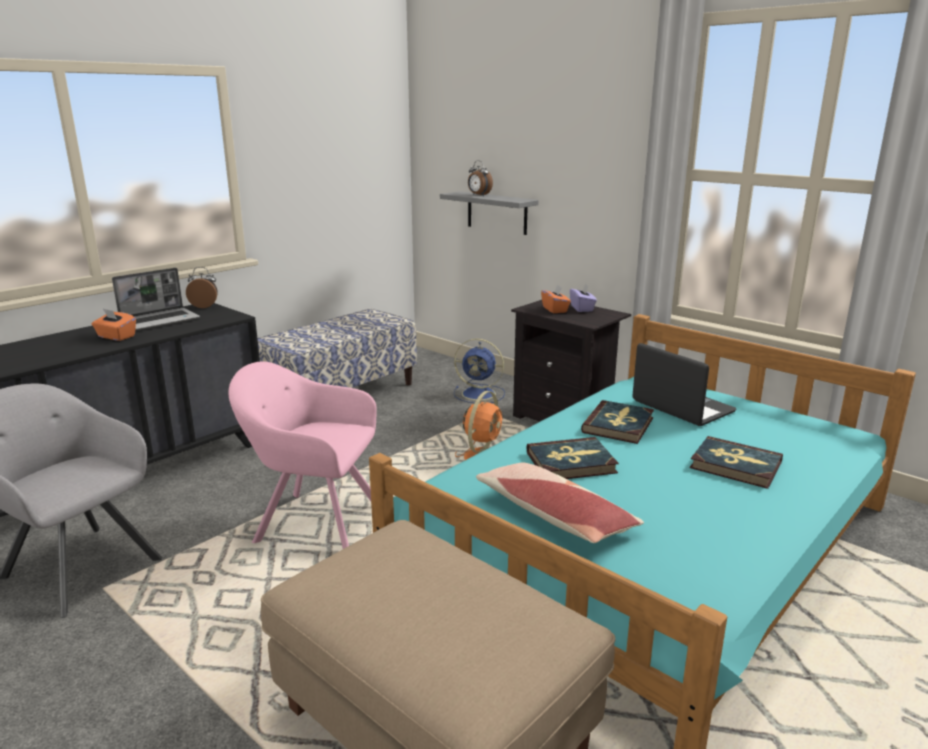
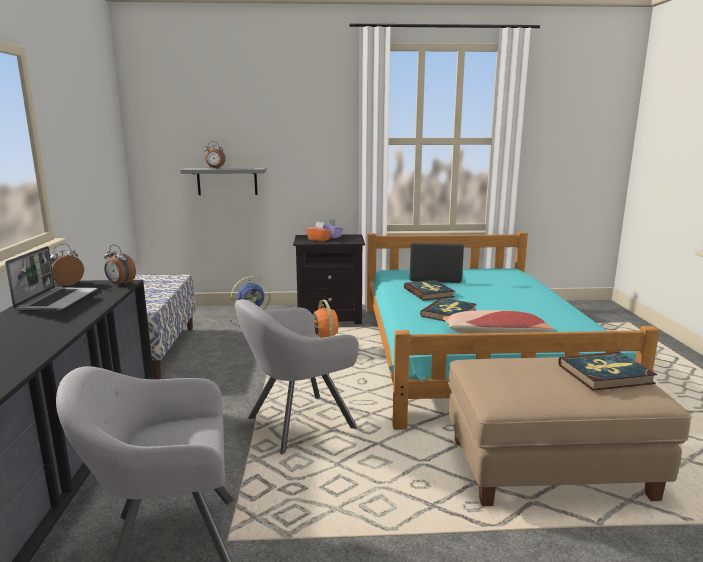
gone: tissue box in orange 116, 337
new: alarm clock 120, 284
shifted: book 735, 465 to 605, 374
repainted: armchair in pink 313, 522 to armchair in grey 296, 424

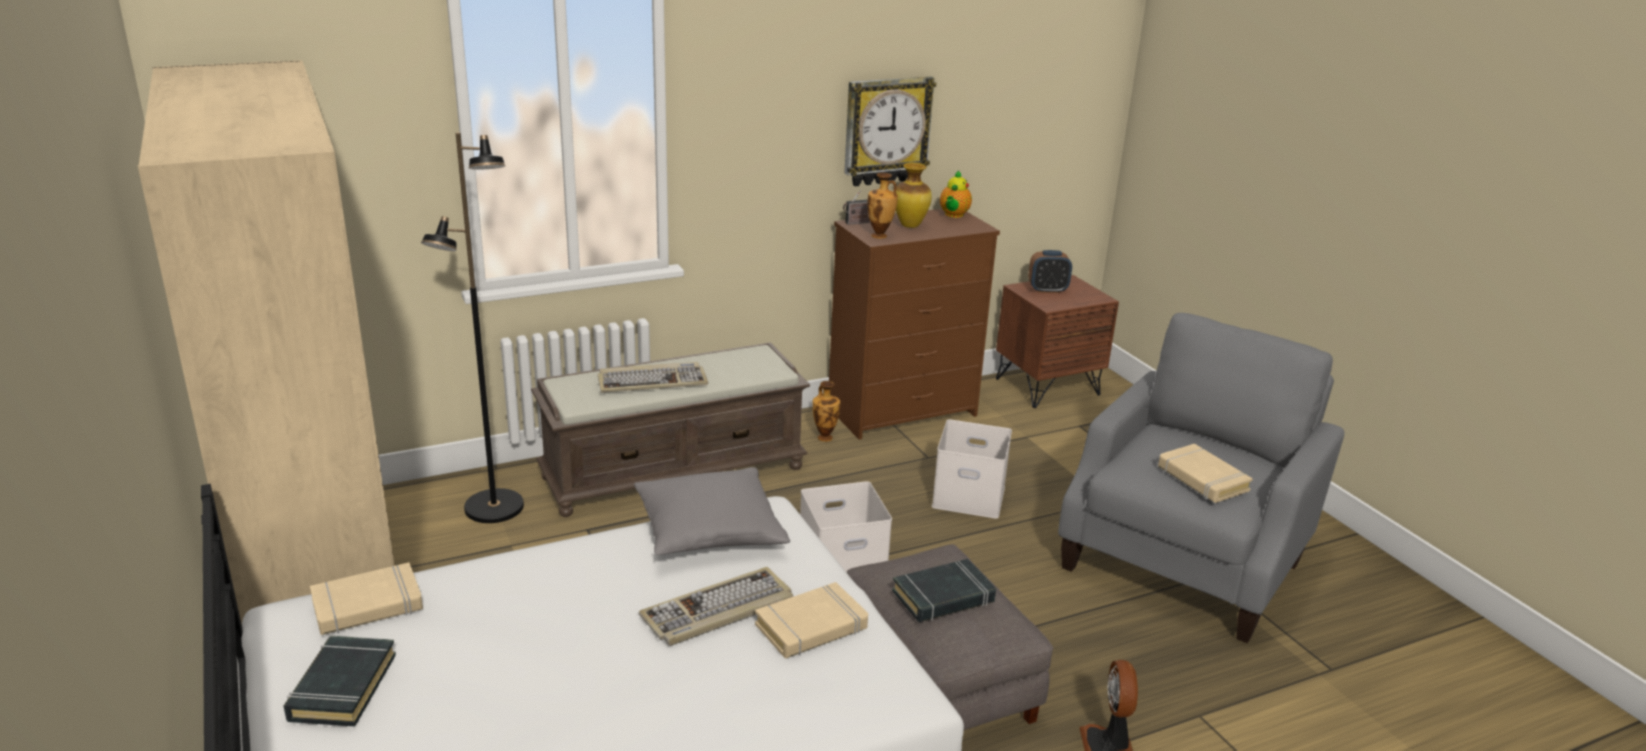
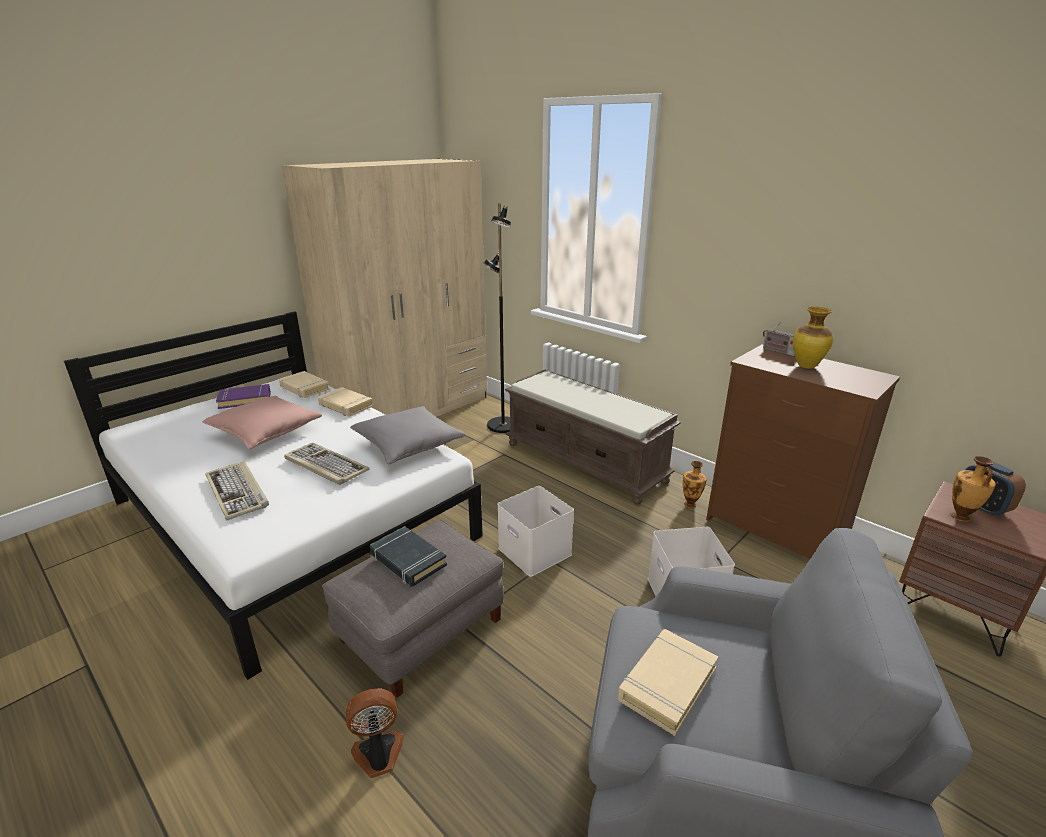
gone: wall clock 886, 131; teapot 953, 215
new: pillow in pink 266, 432
shifted: keyboard 653, 381 to 238, 492; book in beige 811, 627 to 345, 405; vase 880, 236 to 960, 517
repainted: book in black 342, 687 to book in purple 245, 400

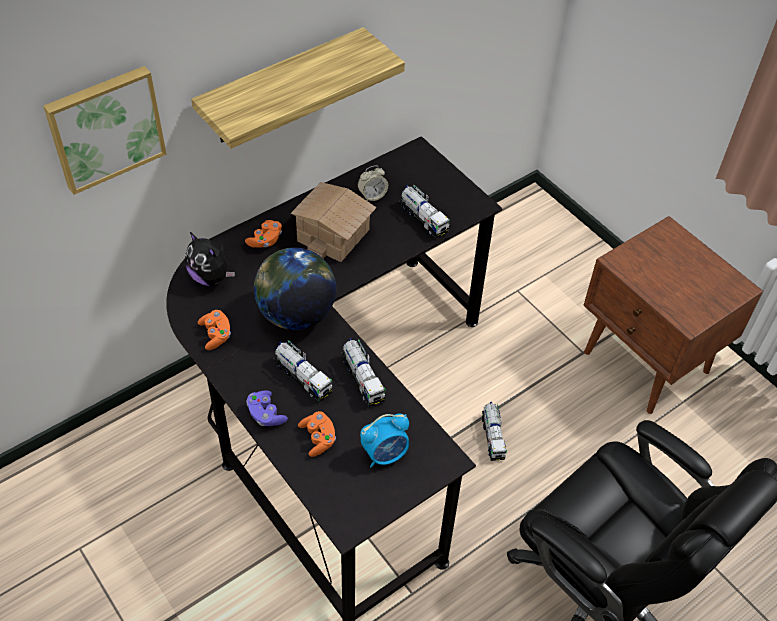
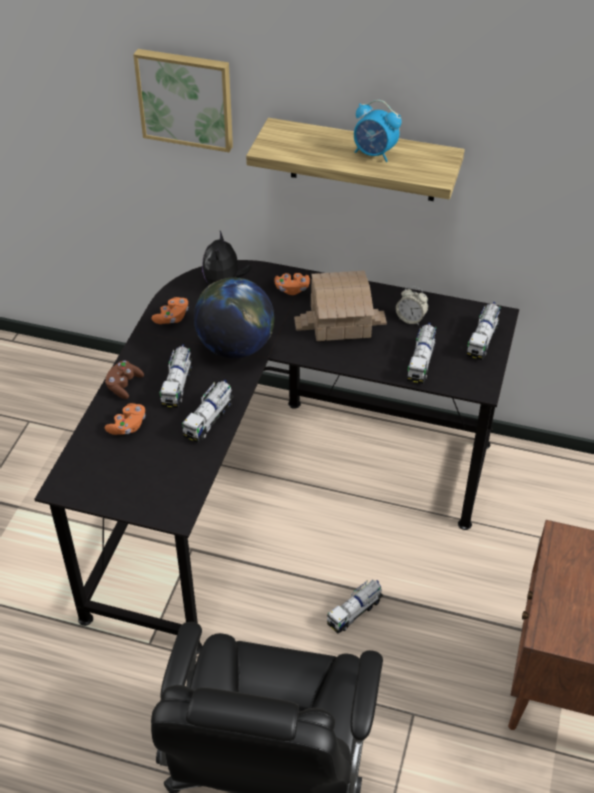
new: toy truck 482, 340
shifted: alarm clock 385, 454 to 374, 154
repainted: game controller in purple 266, 414 to game controller in brown 124, 385

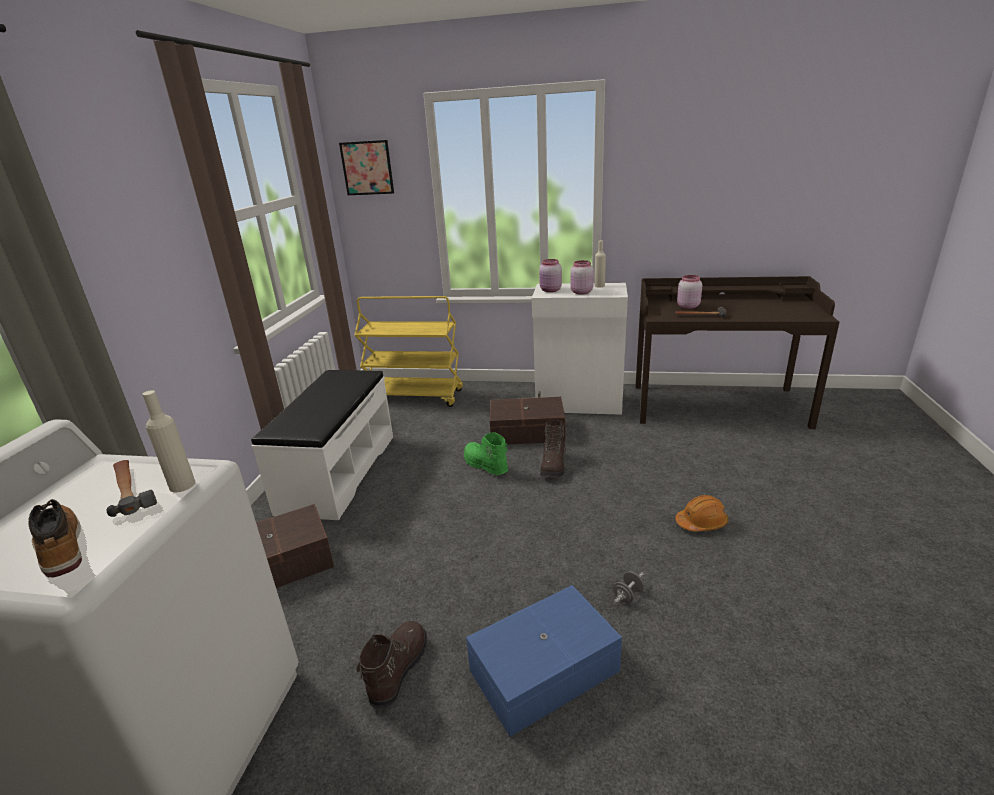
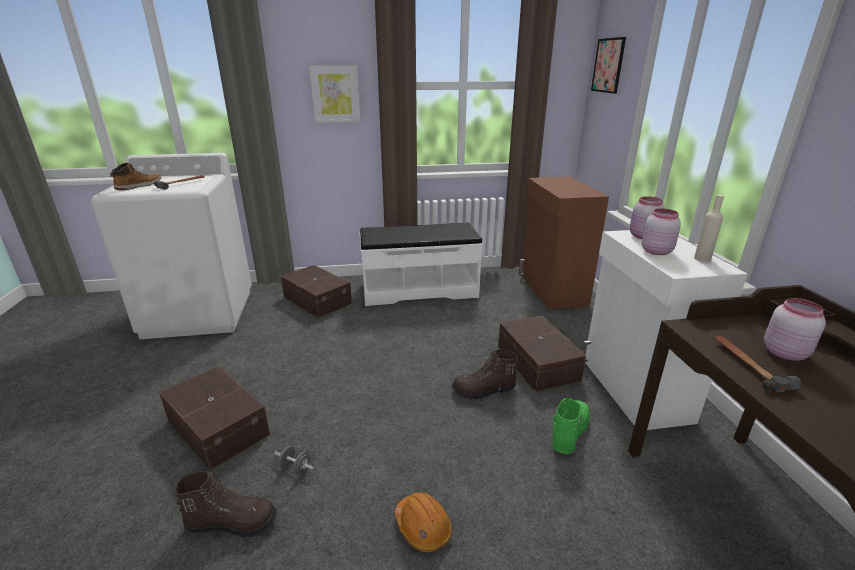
gone: bottle in beige 182, 485
new: picture 335, 94
shifted: boot in brown 397, 669 to 233, 522; boot in green 485, 465 to 568, 432
swapped: cart in yellow 415, 397 to cabinet in brown 552, 290
repainted: storage box in blue 541, 669 to storage box in brown 219, 426

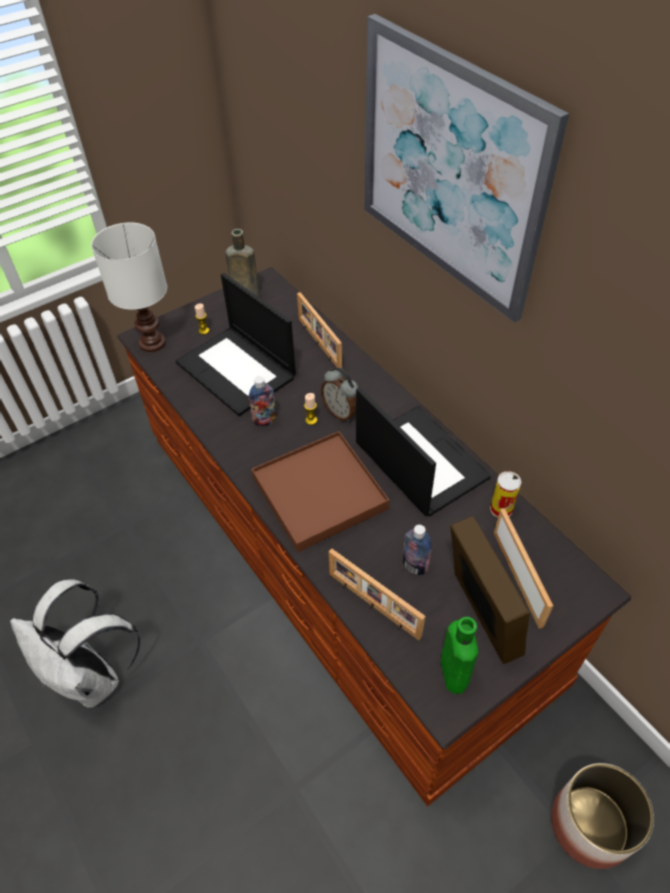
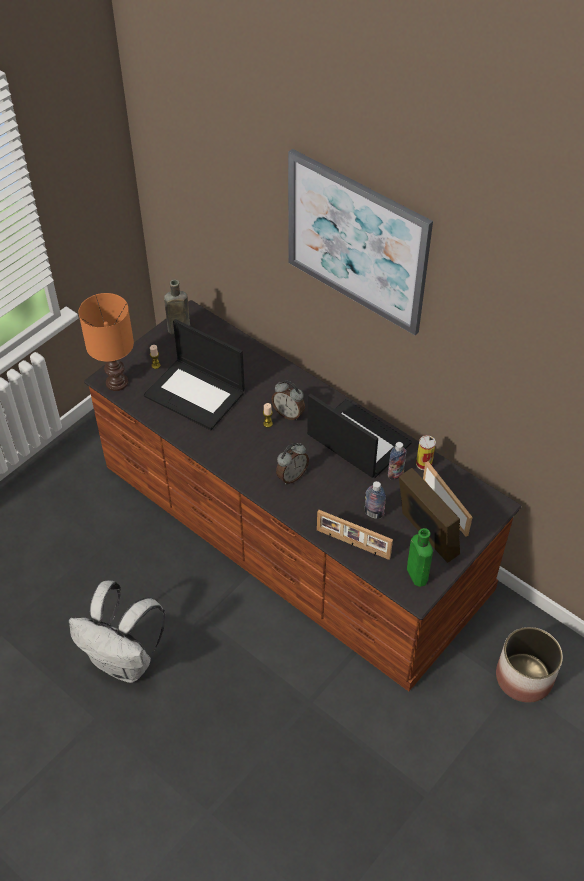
gone: picture frame 318, 343
shifted: bottle 264, 420 to 395, 474
swapped: tray in brown 319, 493 to alarm clock 291, 476
repainted: table lamp in white 153, 343 to table lamp in orange 118, 383

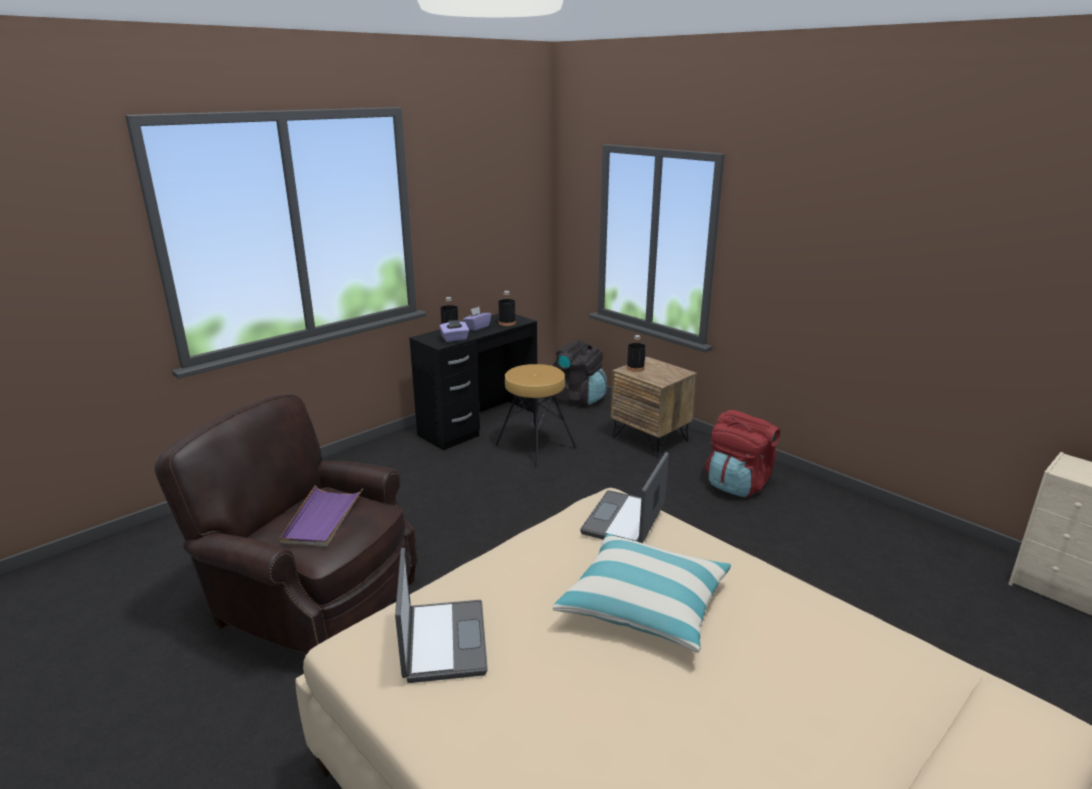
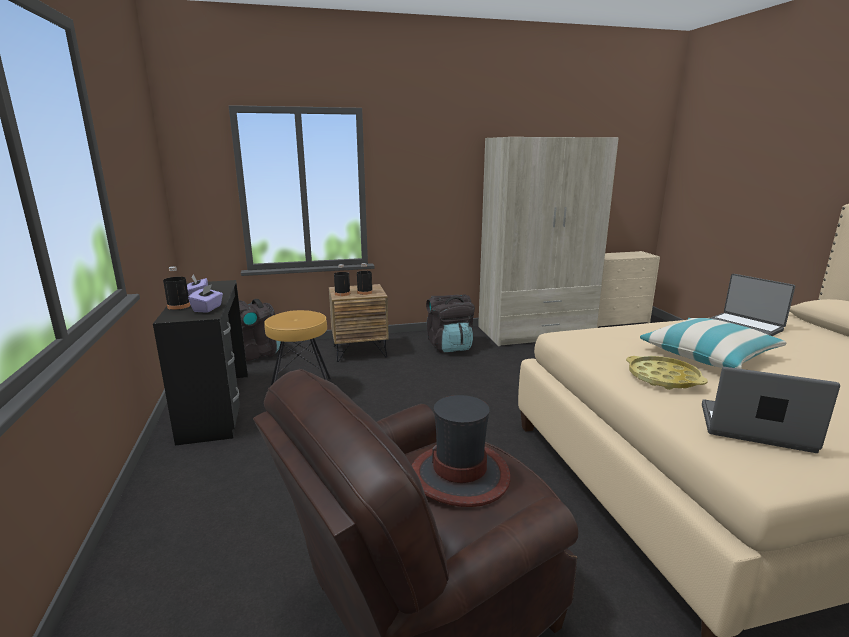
new: wardrobe in beige 536, 332; tray in yellow 663, 378
shifted: bottle in black 507, 323 to 365, 292; laptop 625, 521 to 743, 327
swapped: tray in purple 322, 518 to hat 460, 475
repainted: backpack in red 738, 483 to backpack in black 450, 346

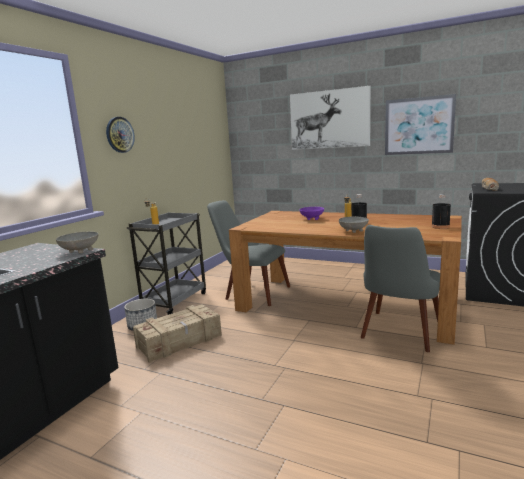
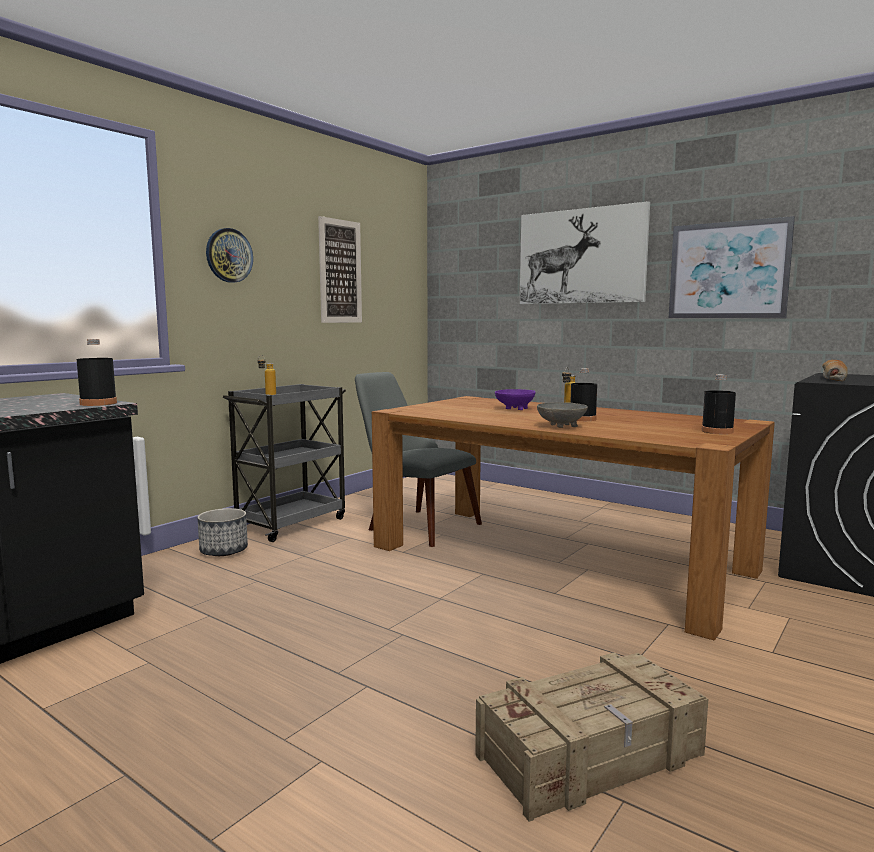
gone: chair in grey 398, 335
new: picture 340, 271
shifted: crate 180, 341 to 592, 755
swapped: bowl in grey 79, 252 to bottle in black 98, 403

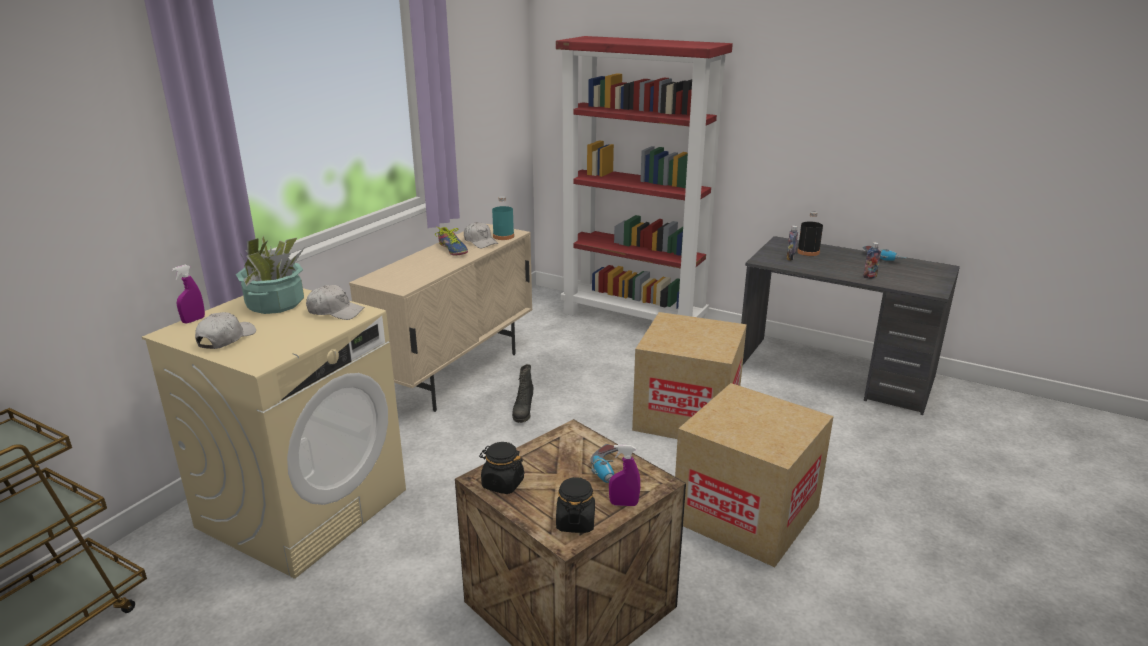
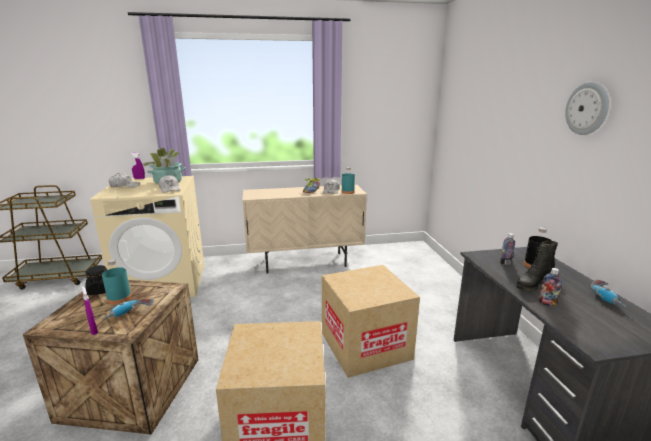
gone: bookcase in red 634, 319; jar in black 575, 522
new: bottle in turquoise 119, 298; wall clock 587, 108
shifted: boot in black 523, 412 to 532, 284

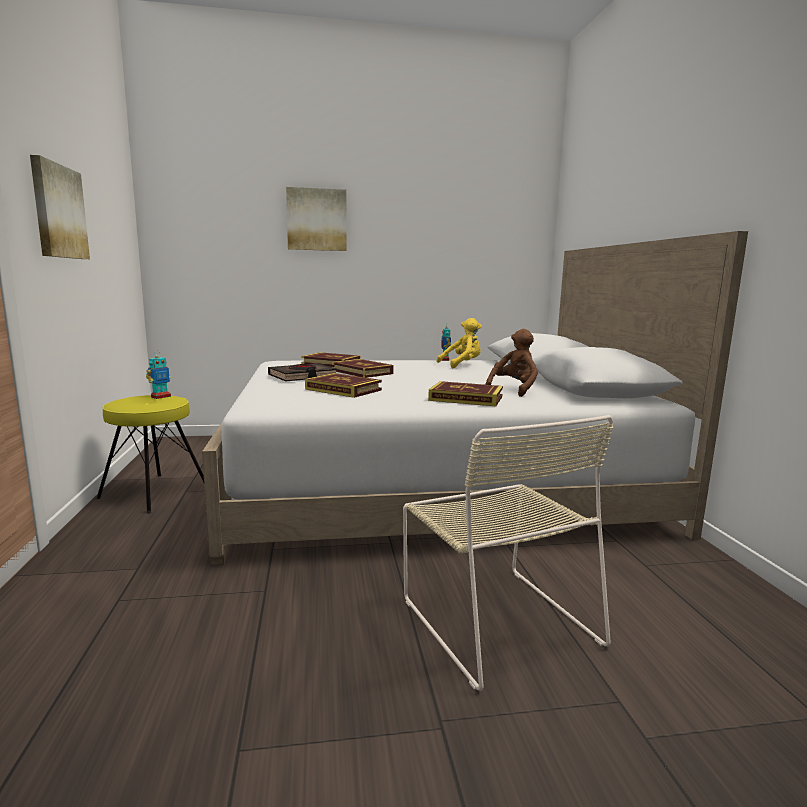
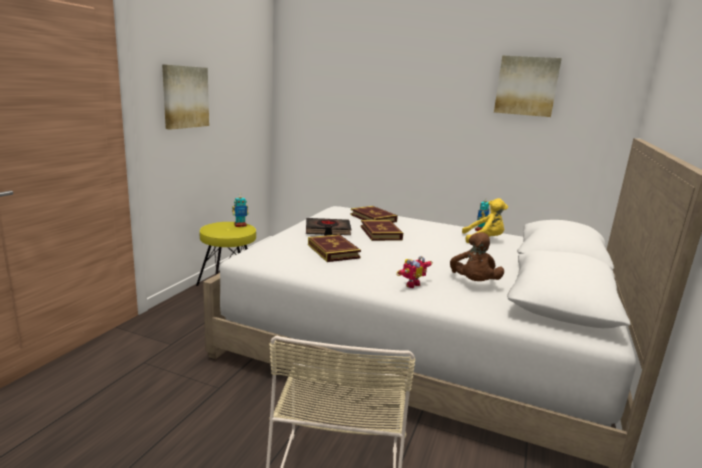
shifted: picture 317, 220 to 526, 86
swapped: book 466, 398 to toy robot 410, 284
rotated: plush toy in brown 514, 390 = 473, 283 120 degrees clockwise

